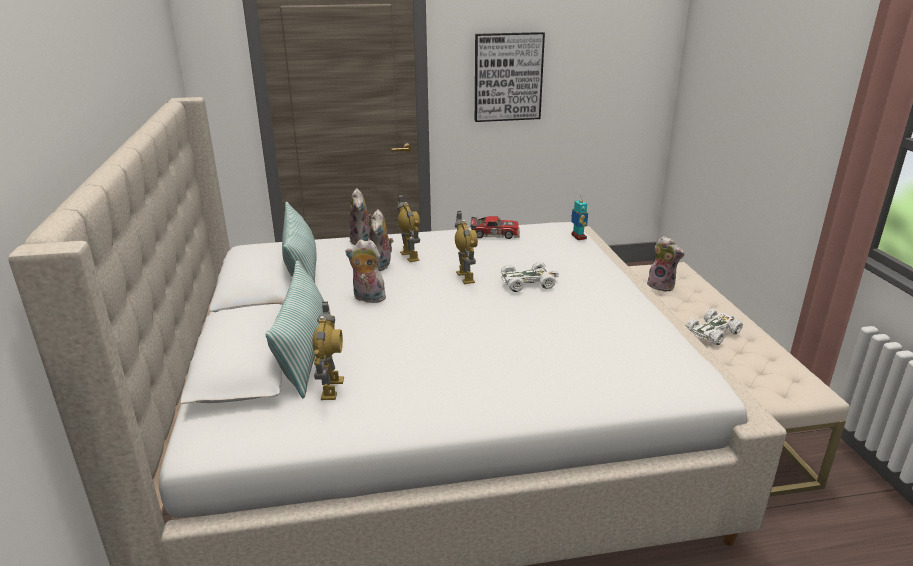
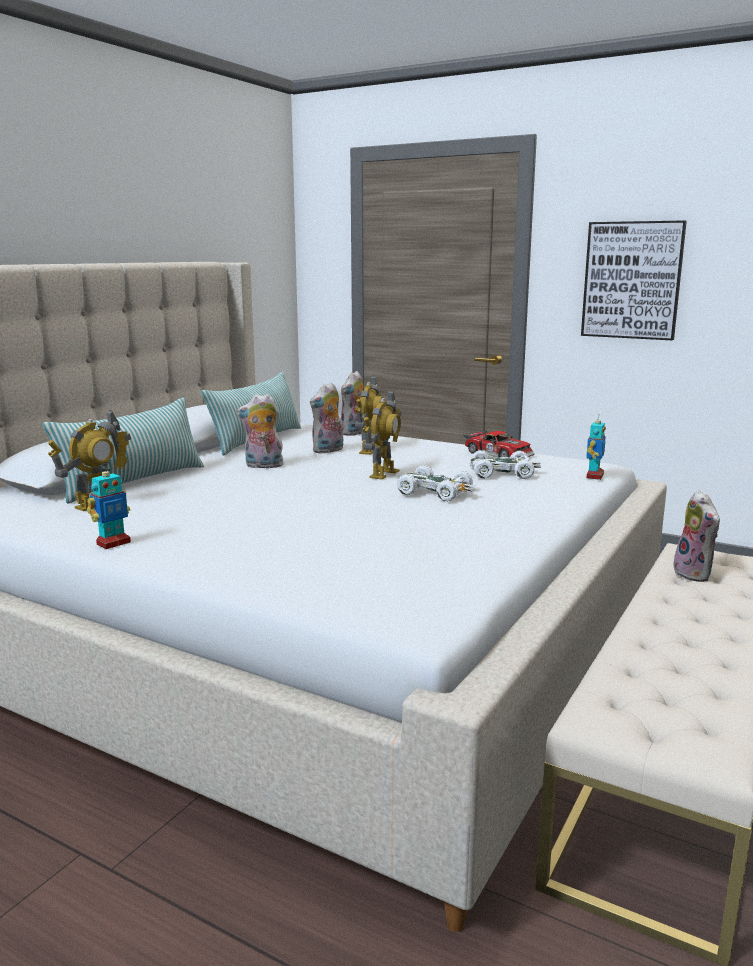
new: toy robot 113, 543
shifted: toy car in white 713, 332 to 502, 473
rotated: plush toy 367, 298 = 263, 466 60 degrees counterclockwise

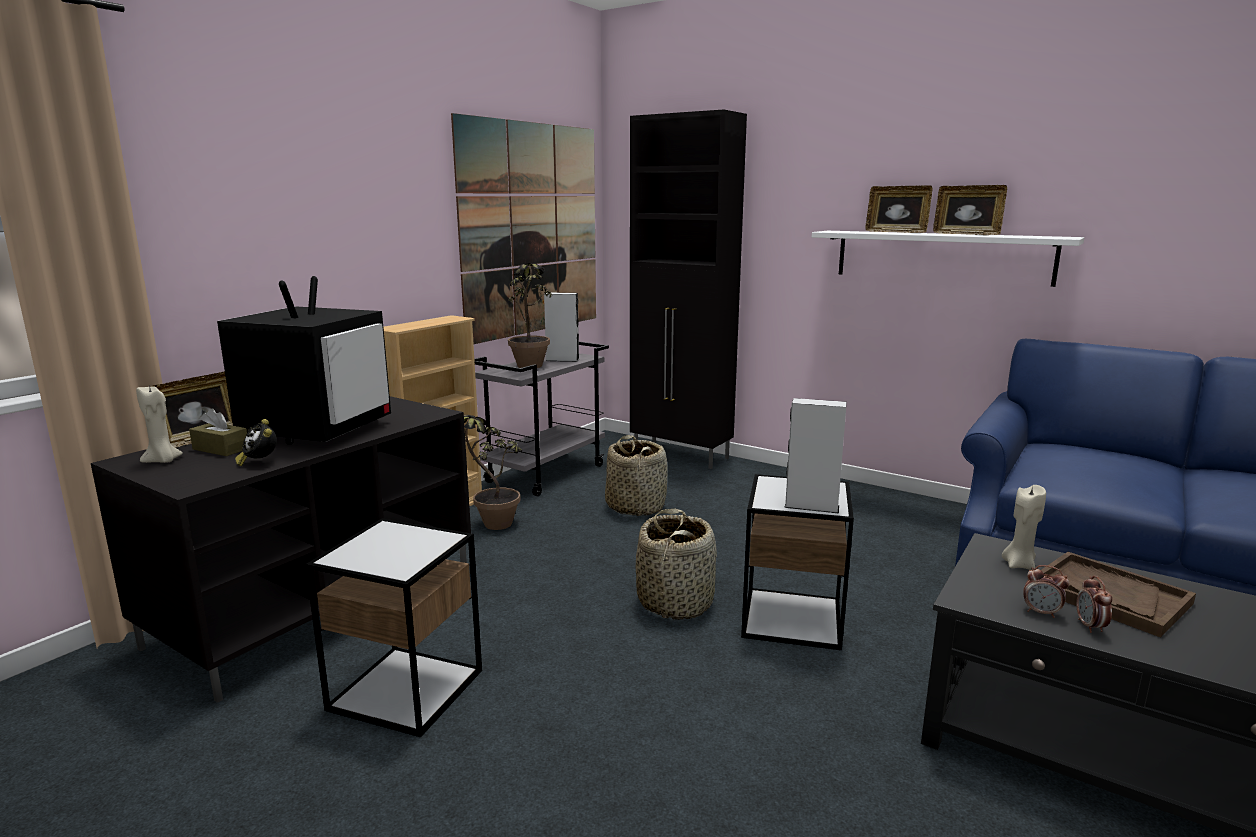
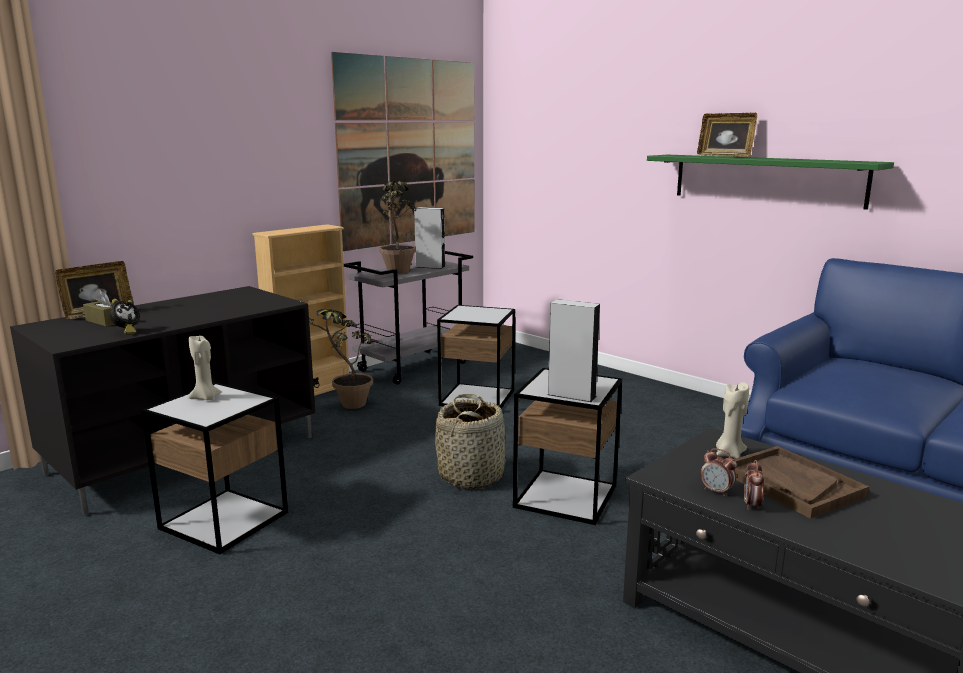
gone: television 318, 430; cabinet in black 681, 455; picture frame 966, 234
shifted: candle in beige 163, 461 to 206, 398
swapped: basket 636, 506 to side table 477, 398
repainted: shelf in white 941, 256 to shelf in green 766, 180
rotated: alarm clock 259, 462 = 126, 332 120 degrees counterclockwise

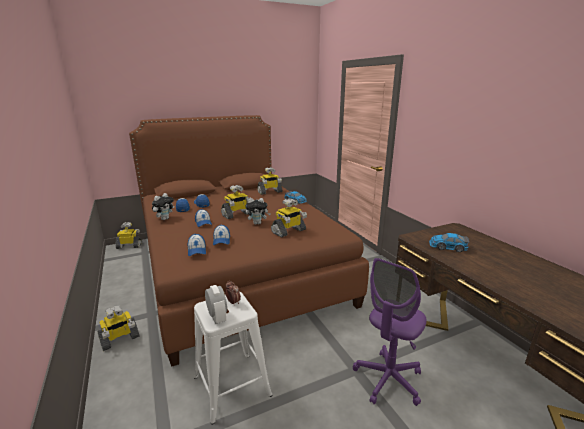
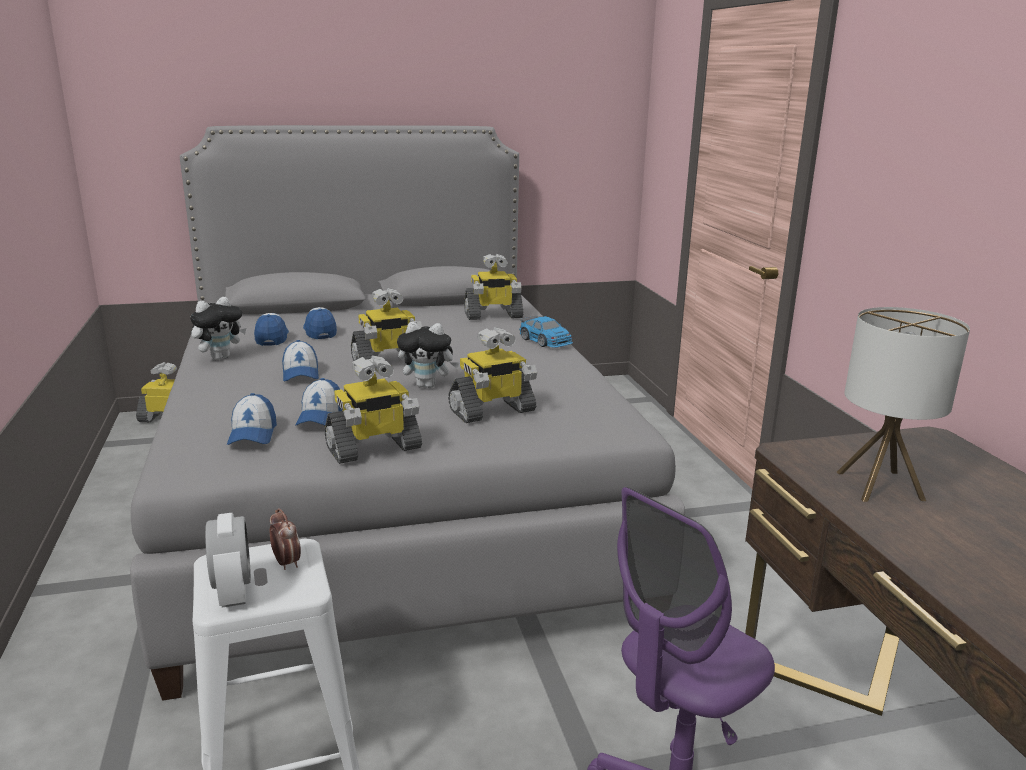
shifted: toy robot 119, 339 to 373, 448
swapped: toy car 447, 247 to table lamp 880, 486
repainted: bed in brown 236, 267 to bed in grey 390, 491

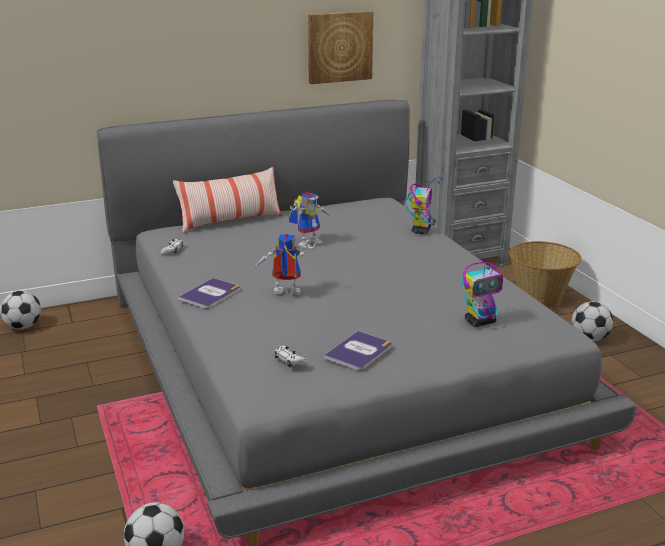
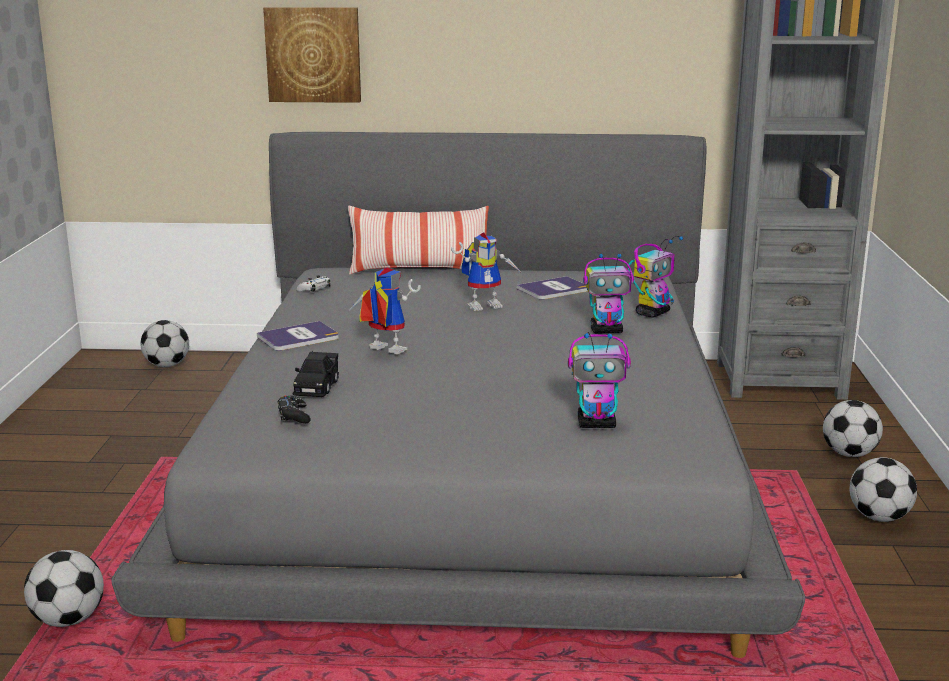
new: toy car in black 316, 387; toy robot 607, 331
shifted: picture 339, 47 to 313, 54; book 359, 352 to 554, 289
swapped: basket 539, 299 to football 849, 454
repainted: game controller in white 290, 360 to game controller in black 294, 416

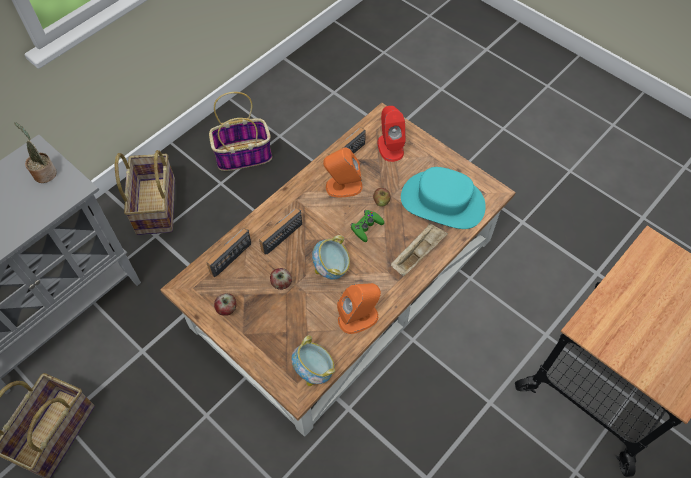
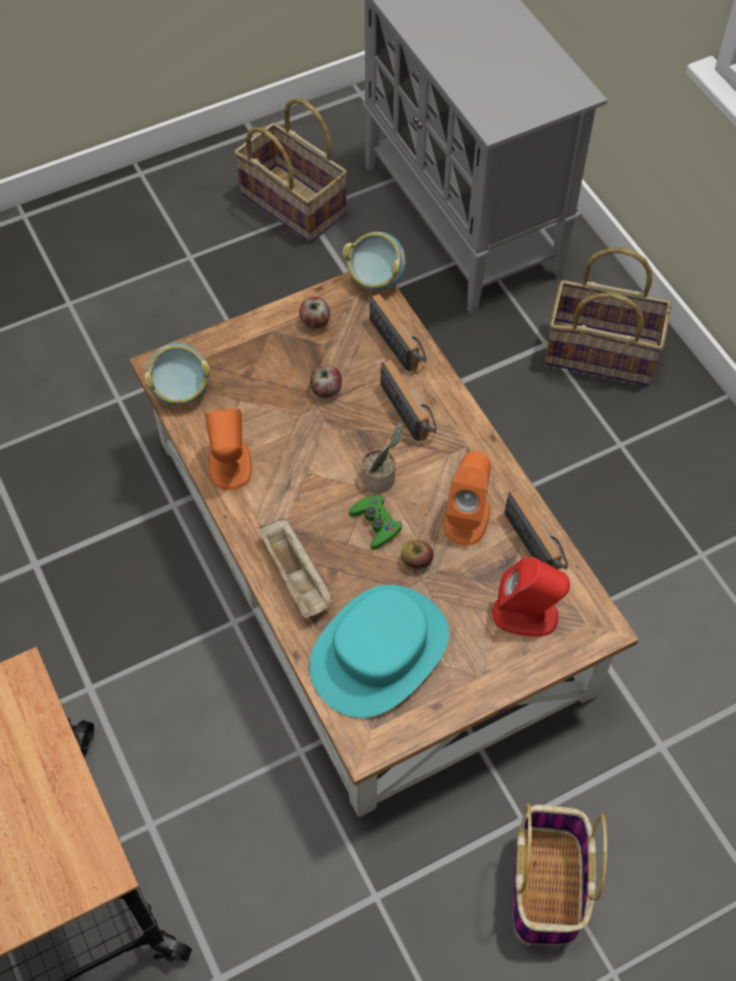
shifted: bowl 331, 268 to 375, 280; potted plant 44, 172 to 381, 478; basket 244, 155 to 547, 888

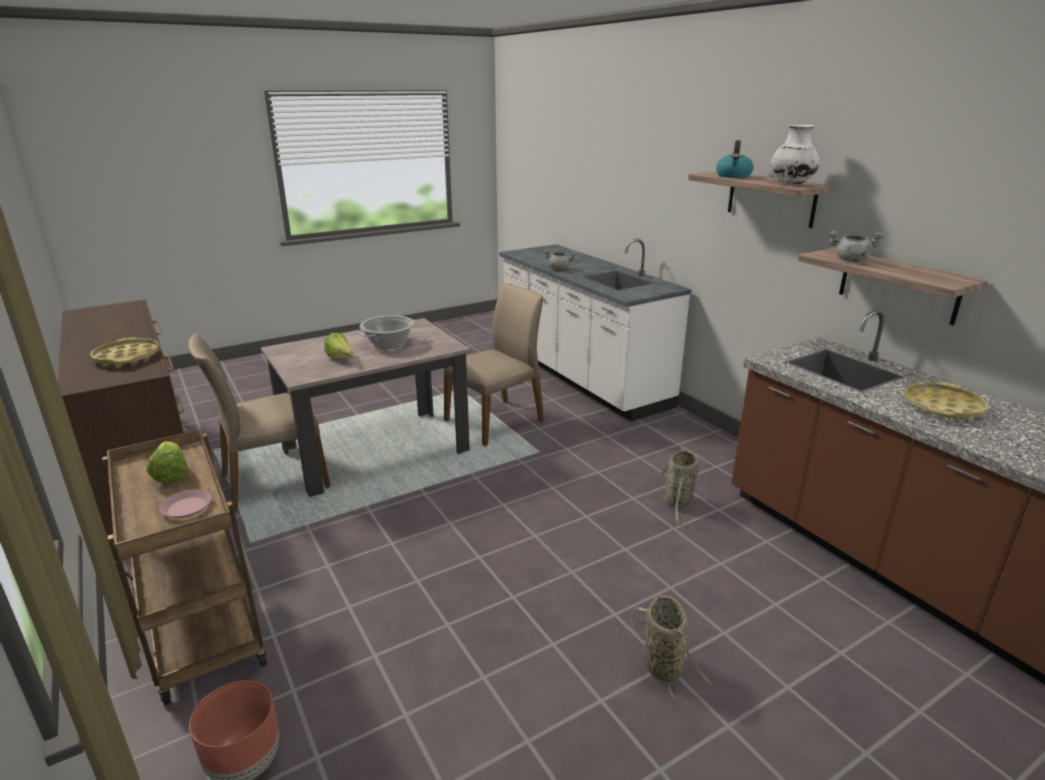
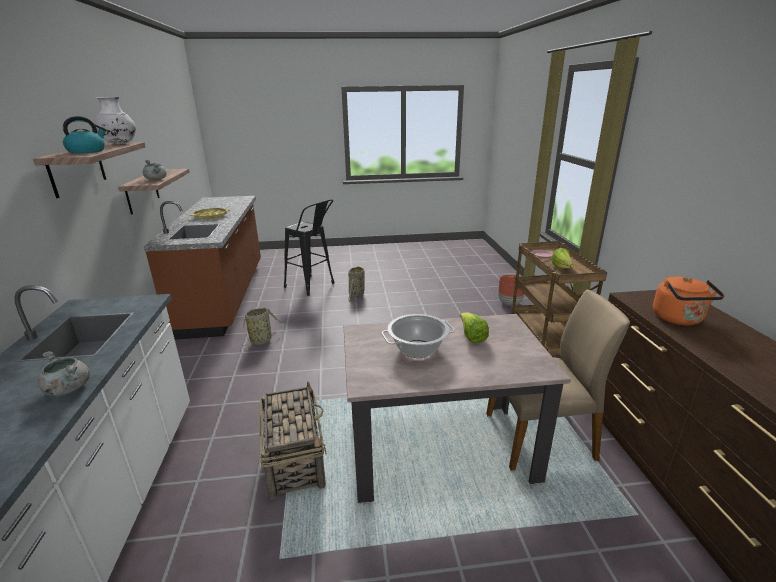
new: stool in black 313, 287
swapped: chair in beige 496, 421 to basket 295, 459; tray in yellow 127, 357 to kettle in orange 679, 319

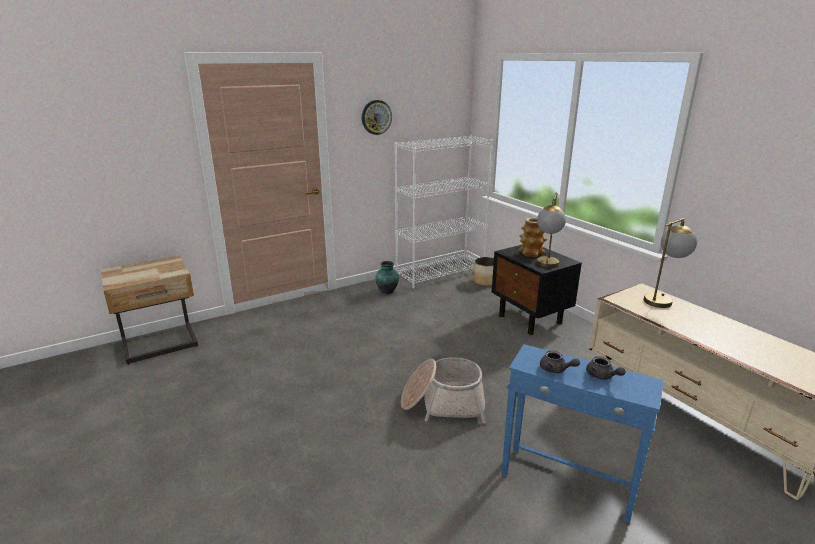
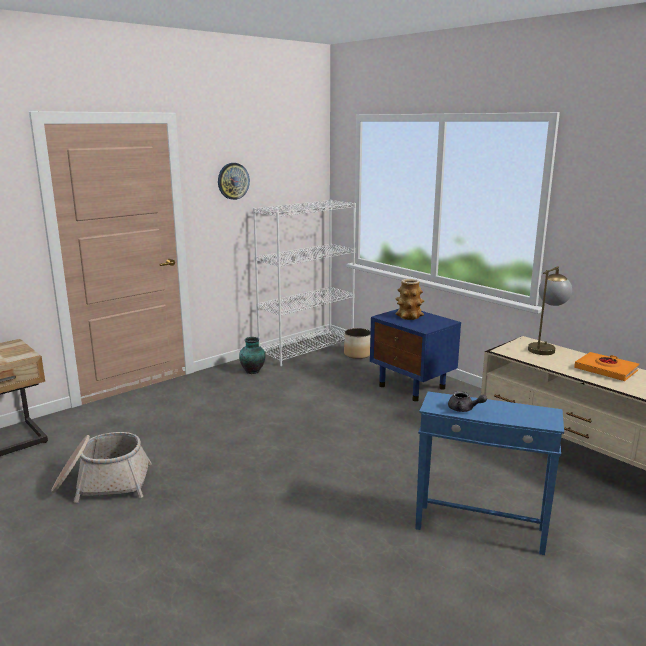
gone: table lamp 546, 266; teapot in grey 602, 376
new: book in orange 606, 370
shifted: basket 443, 403 to 102, 483
repainted: nightstand in black 530, 319 to nightstand in blue 412, 387

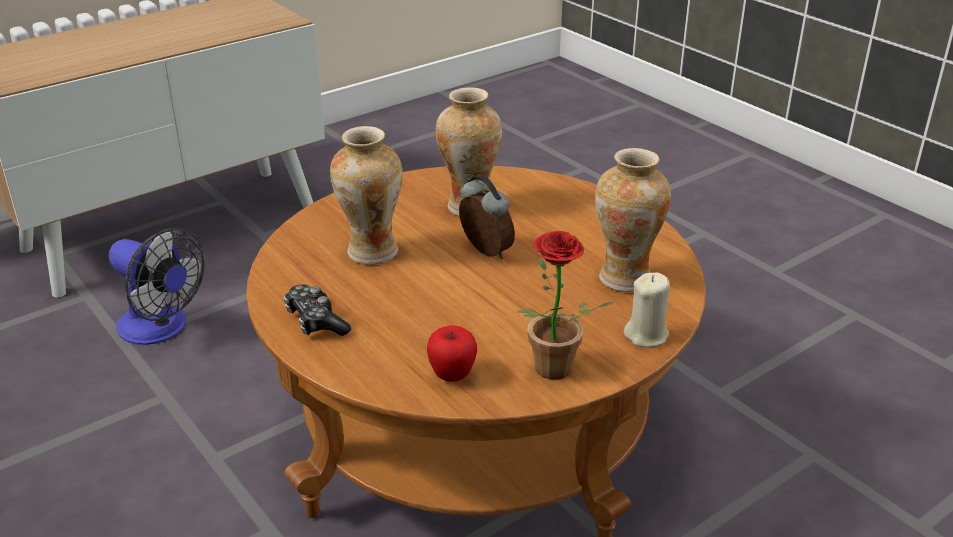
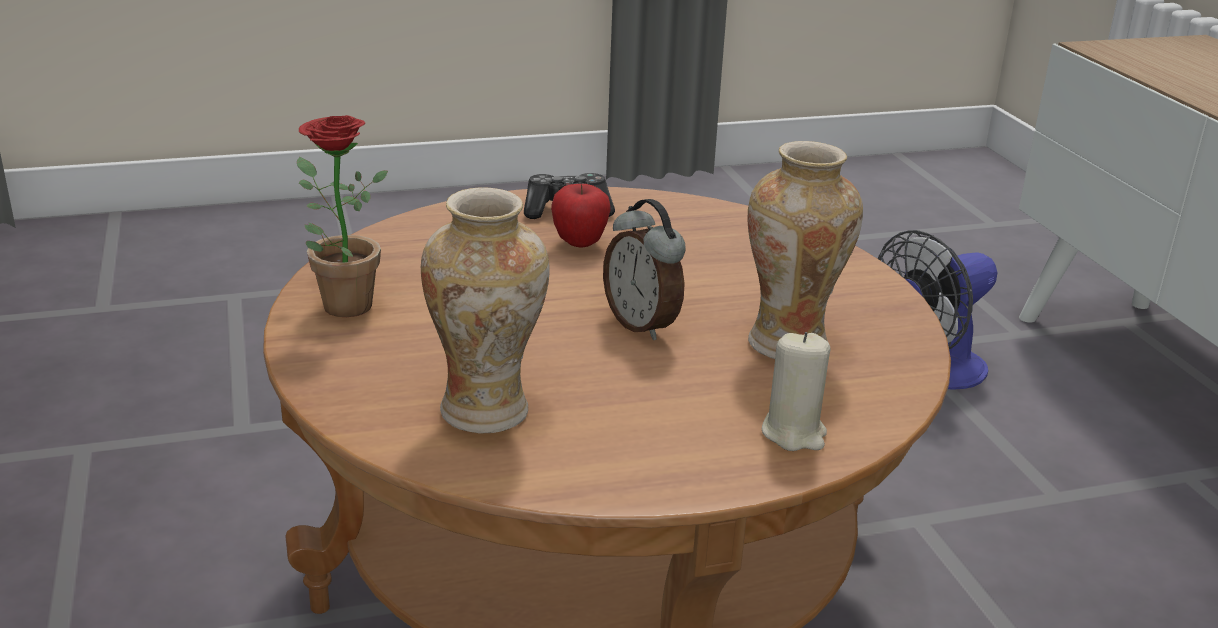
gone: vase 371, 252
shifted: apple 452, 375 to 580, 243; candle in beige 646, 335 to 794, 433
rotated: alarm clock 484, 252 = 643, 325 75 degrees clockwise

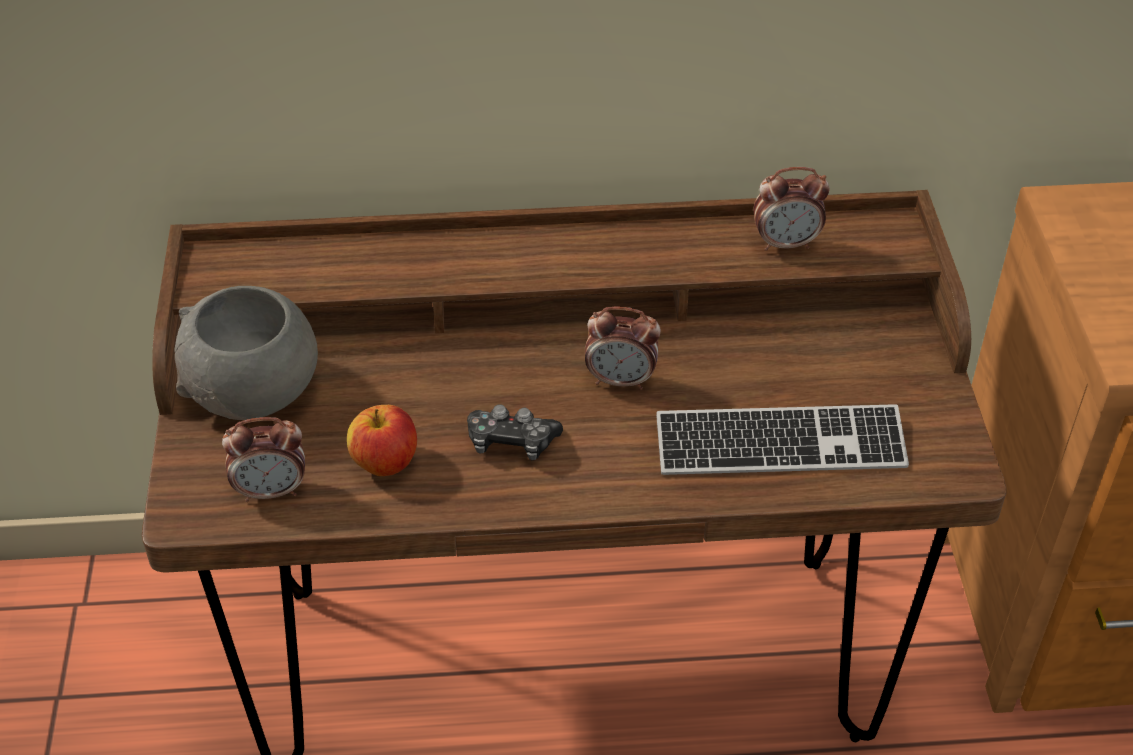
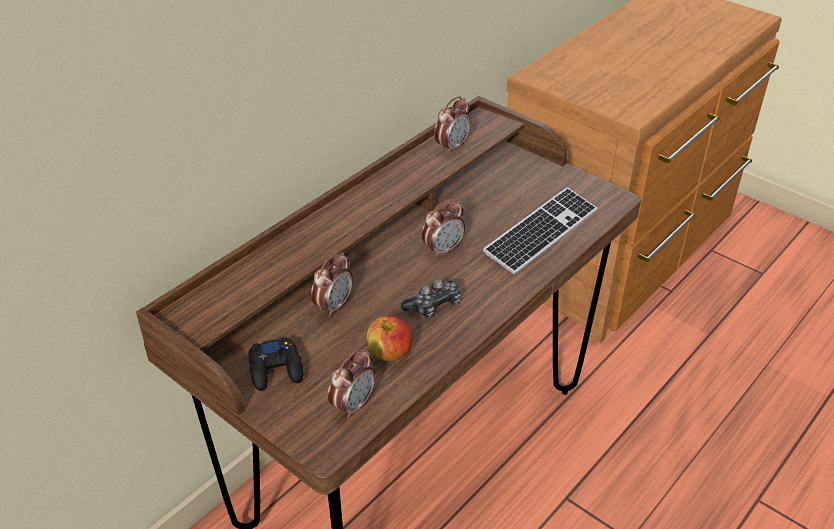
new: alarm clock 333, 306
swapped: bowl in grey 255, 392 to game controller in black 276, 369

